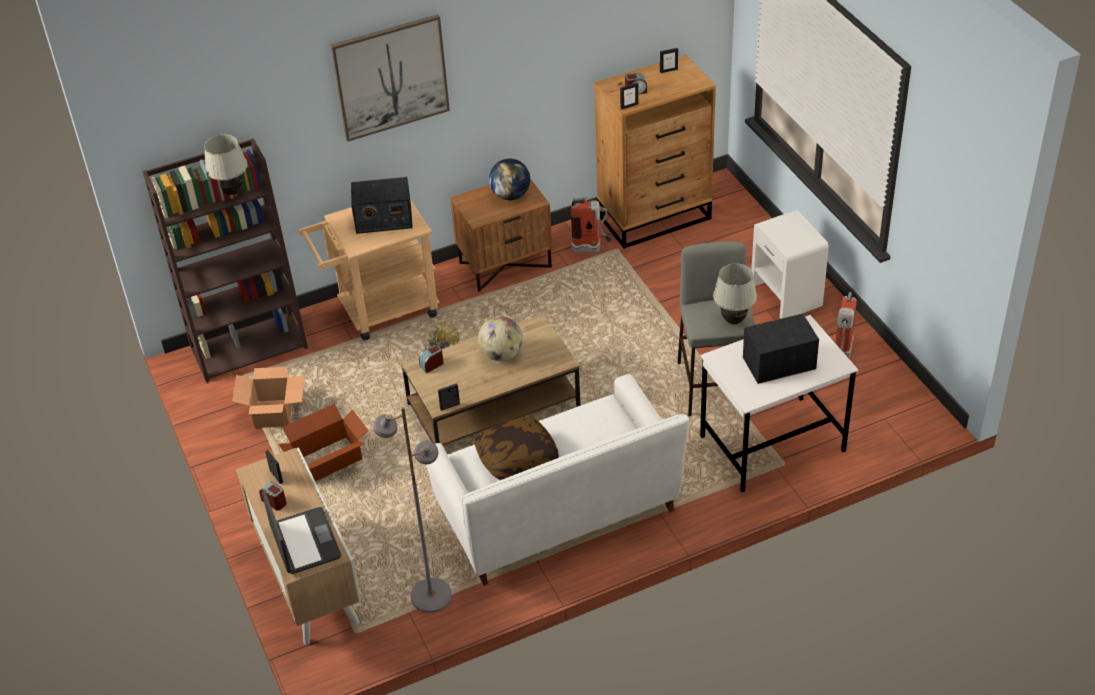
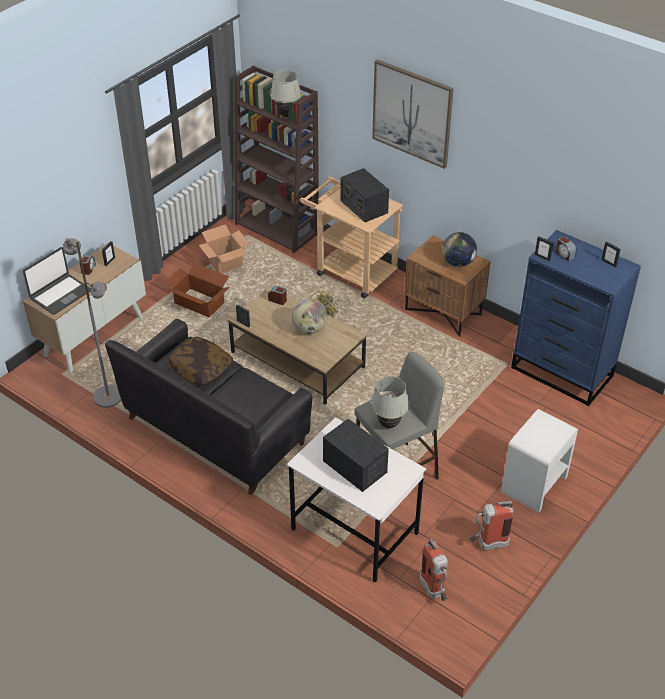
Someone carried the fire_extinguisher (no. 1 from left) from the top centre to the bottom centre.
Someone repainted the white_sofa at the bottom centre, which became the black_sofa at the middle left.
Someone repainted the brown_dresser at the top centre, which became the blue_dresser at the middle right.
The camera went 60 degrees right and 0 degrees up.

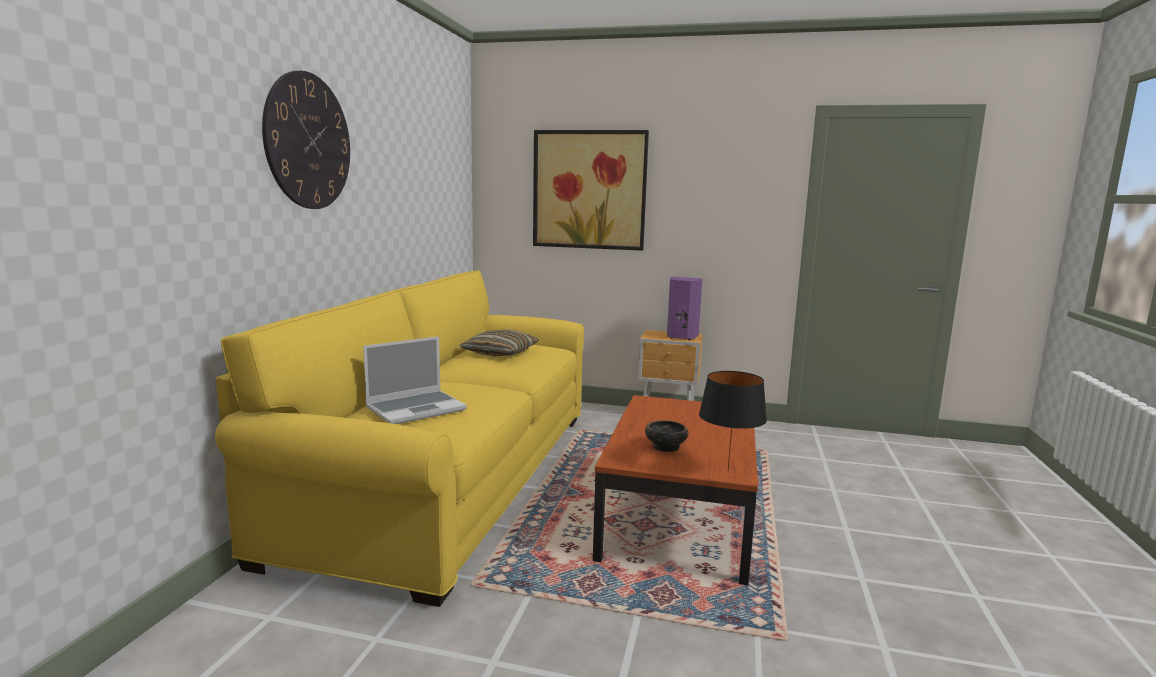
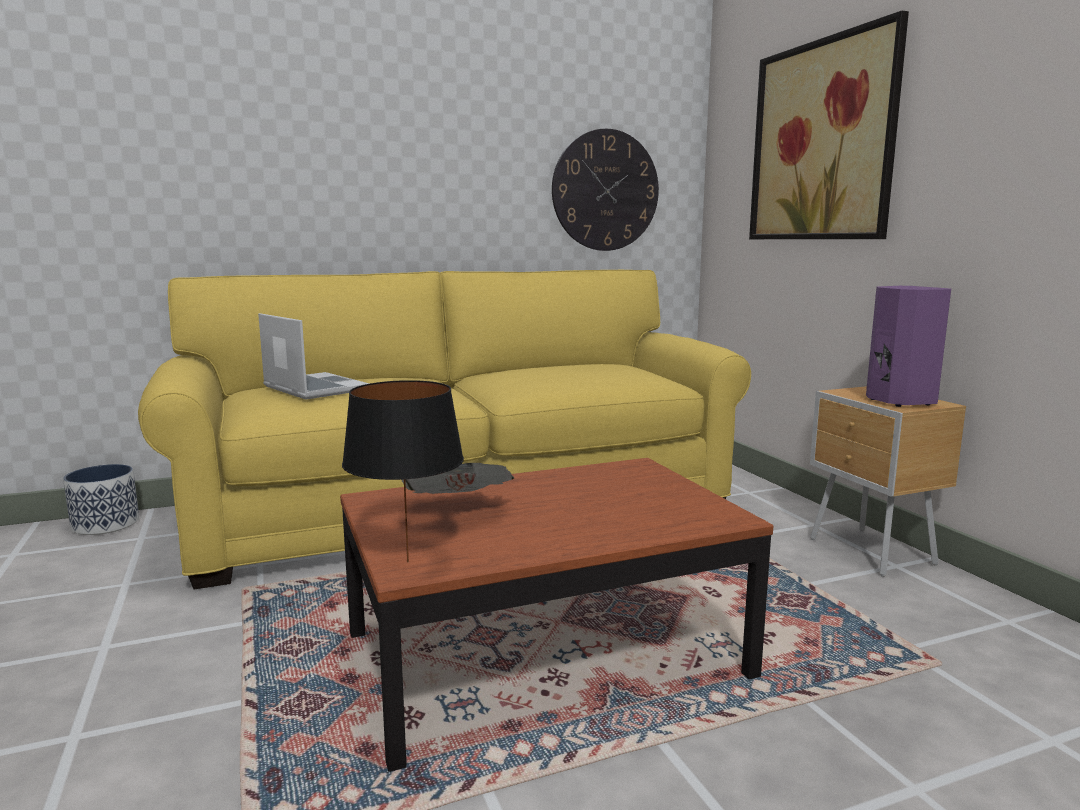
Someone took away the pillow at the centre.
Someone put down the planter at the middle left.
Someone carried the wall_clock from the top left to the top centre.
Someone swapped the bowl at the centre for the newspaper at the centre.
Someone rotated the laptop at the centre by 150 degrees counterclockwise.
The camera went 55 degrees right and 0 degrees up.

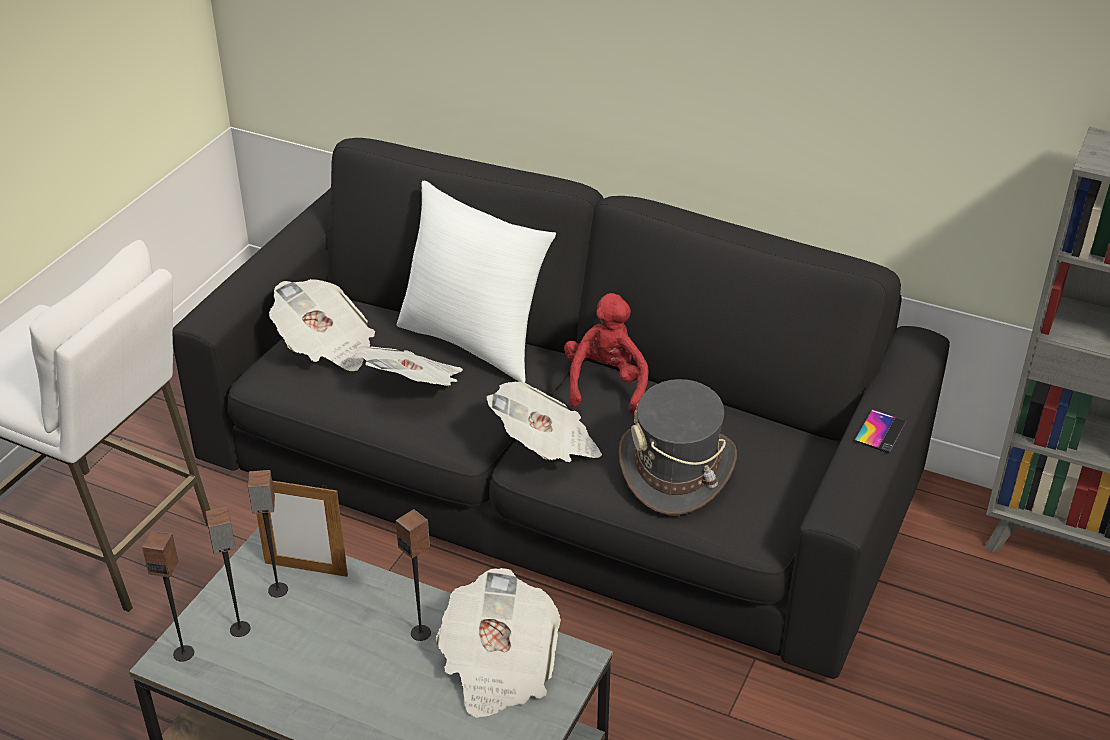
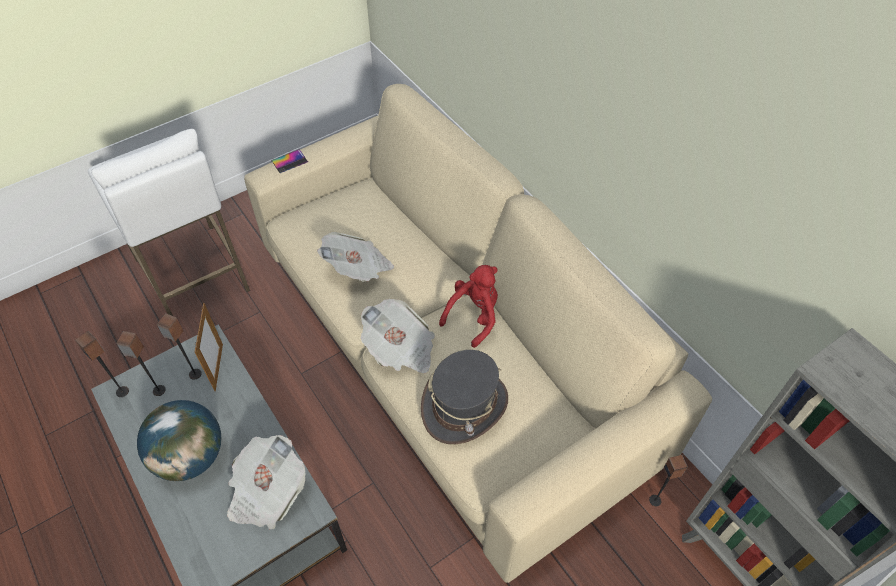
Someone took away the newspaper (no. 1 from left) at the middle left.
Someone took away the white_pillow at the centre.
Someone put down the globe at the bottom left.
Someone carried the speaker (no. 4 from left) from the bottom centre to the bottom right.
Someone carried the phone from the middle right to the top left.
Someone repainted the black_sofa at the centre, which became the beige_sofa at the centre.
Someone rotated the picture_frame at the bottom left by 135 degrees counterclockwise.
The camera went 30 degrees right and 15 degrees up.

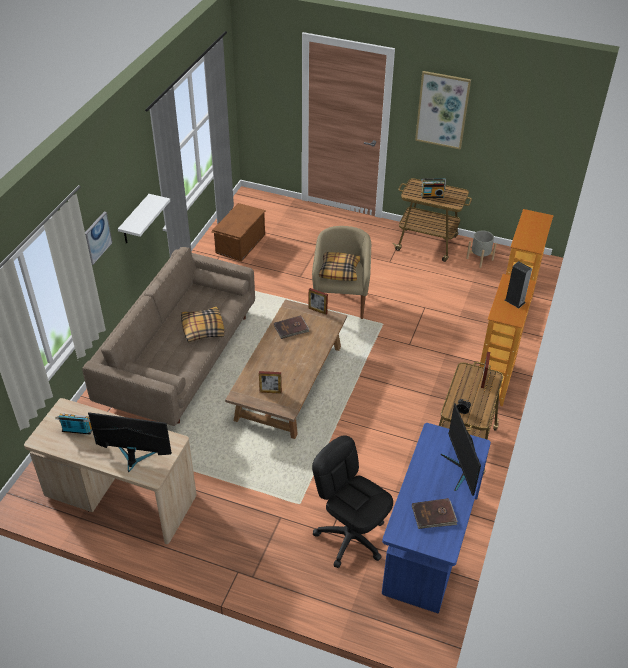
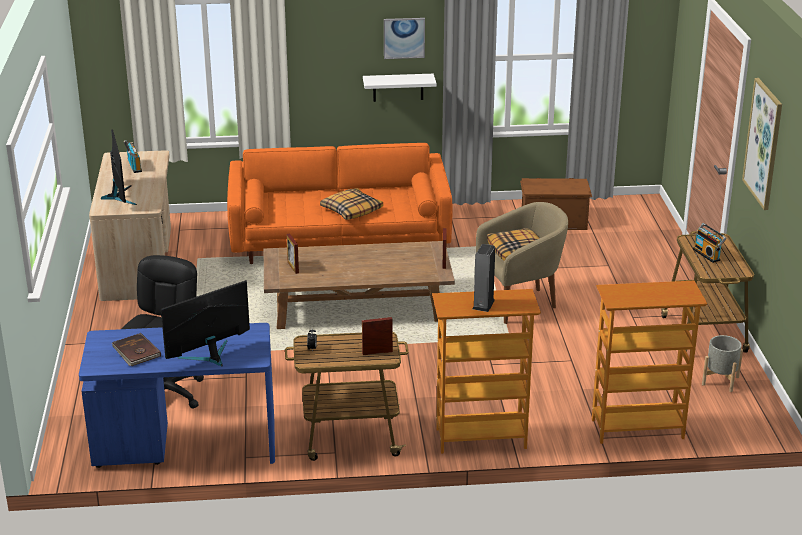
Someone took away the brown_book (no. 1 from left) at the centre.
Someone carried the picture (no. 1 from left) from the middle left to the top centre.
Someone repainted the beige_sofa at the middle left, which became the orange_sofa at the centre.
The camera went 65 degrees right and 15 degrees down.

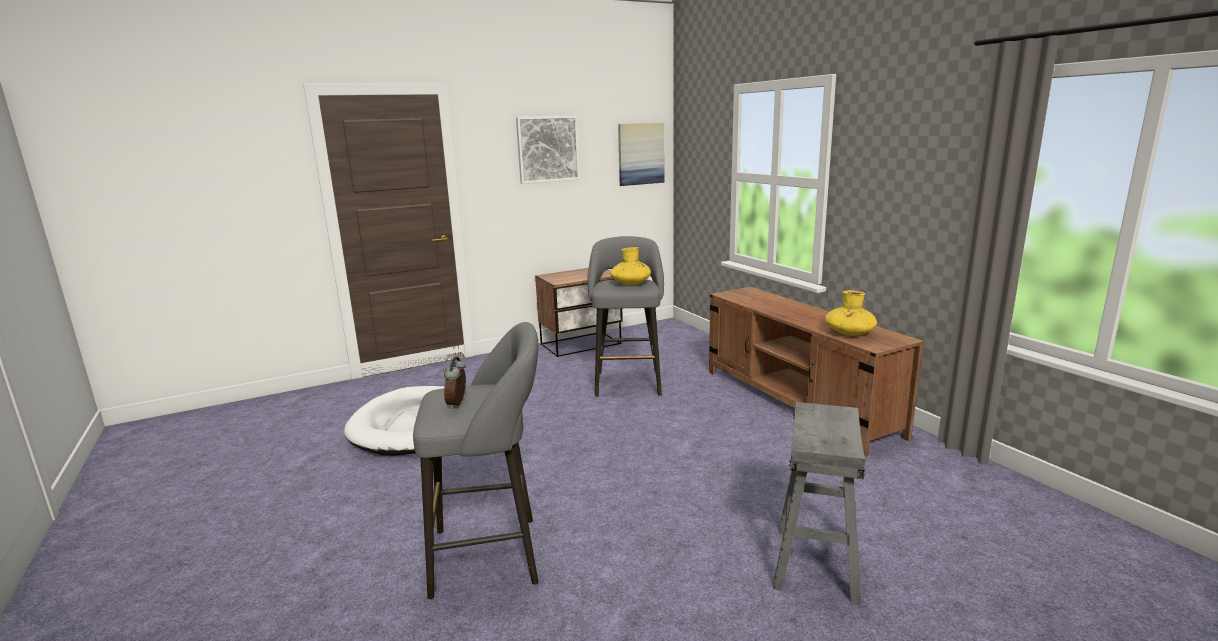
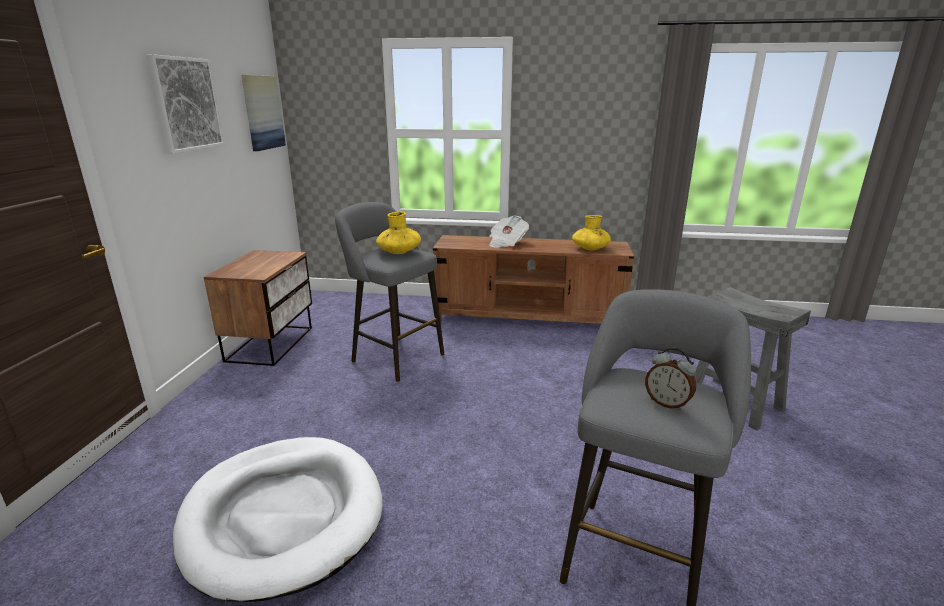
Someone put down the newspaper at the centre.
The camera went 55 degrees left and 5 degrees up.

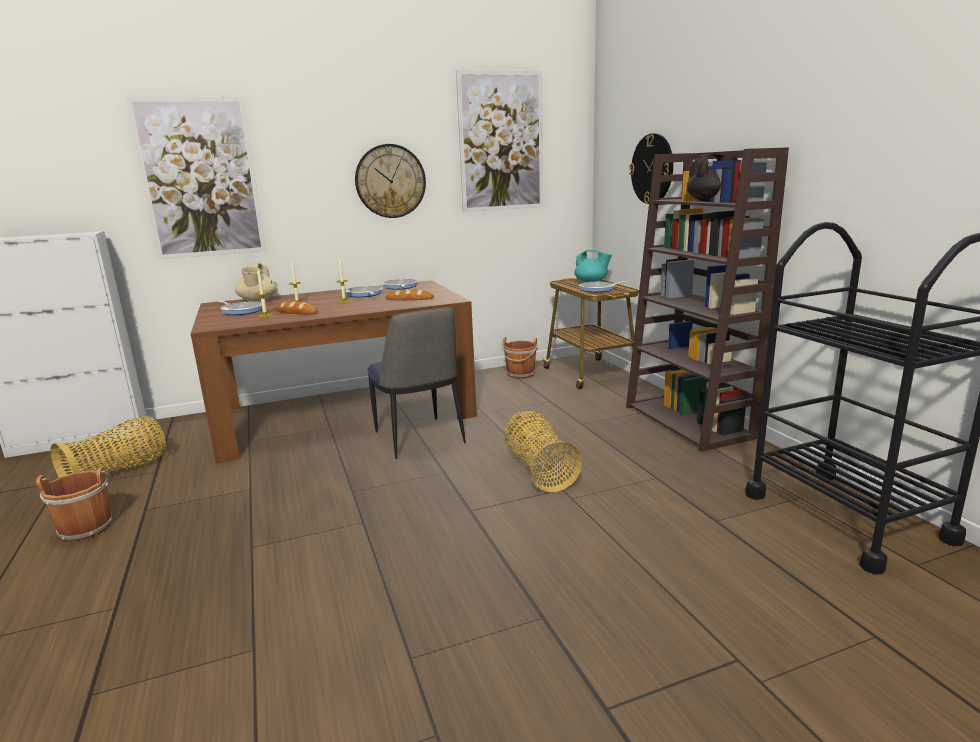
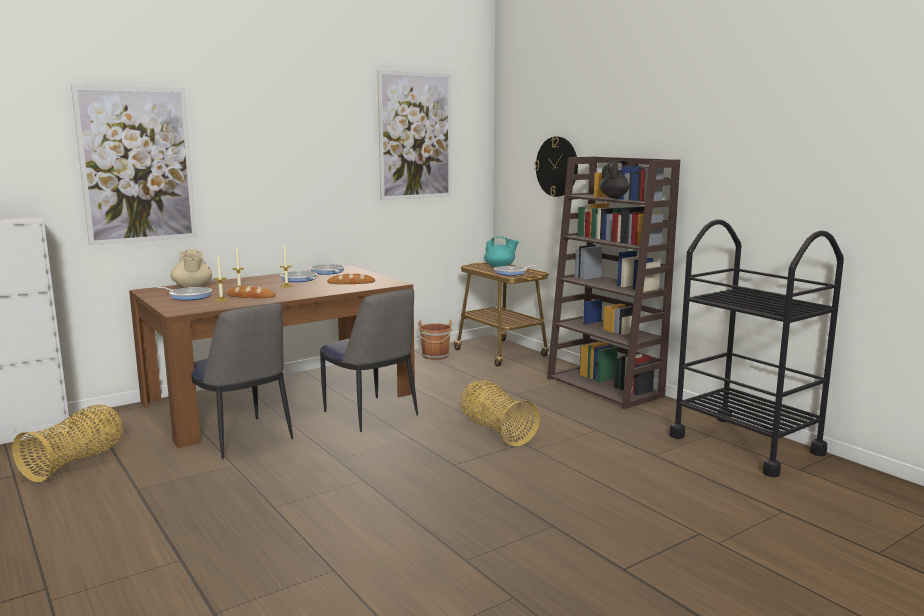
Someone took away the brown_bucket (no. 1 from left) at the bottom left.
Someone took away the wall_clock (no. 1 from left) at the top centre.
Someone put down the chair (no. 1 from left) at the middle left.
The camera went 15 degrees left and 5 degrees down.

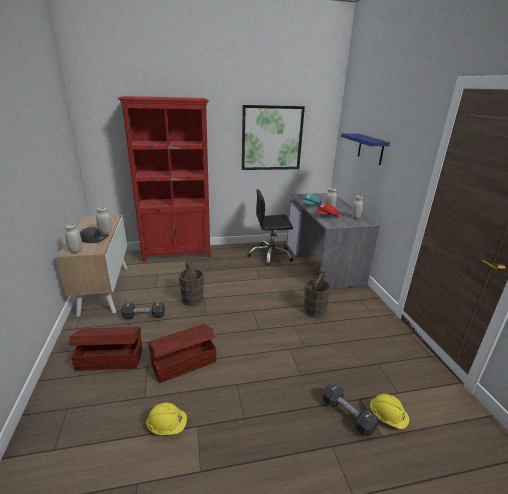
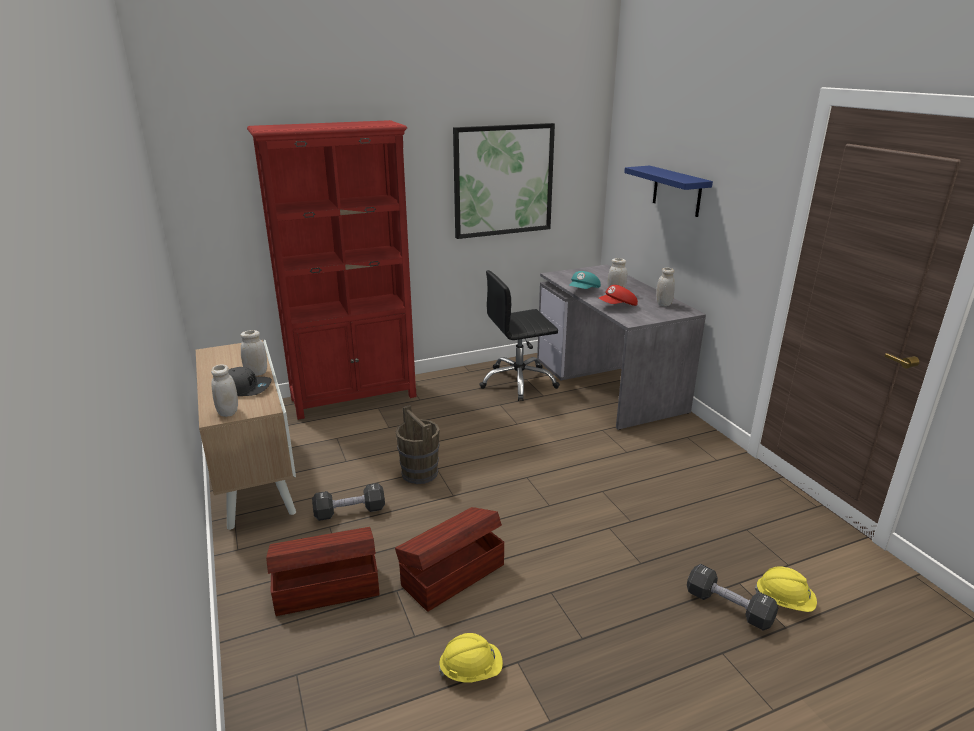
Someone took away the brown_bucket (no. 2 from left) at the centre.
The camera went 10 degrees left and 0 degrees up.

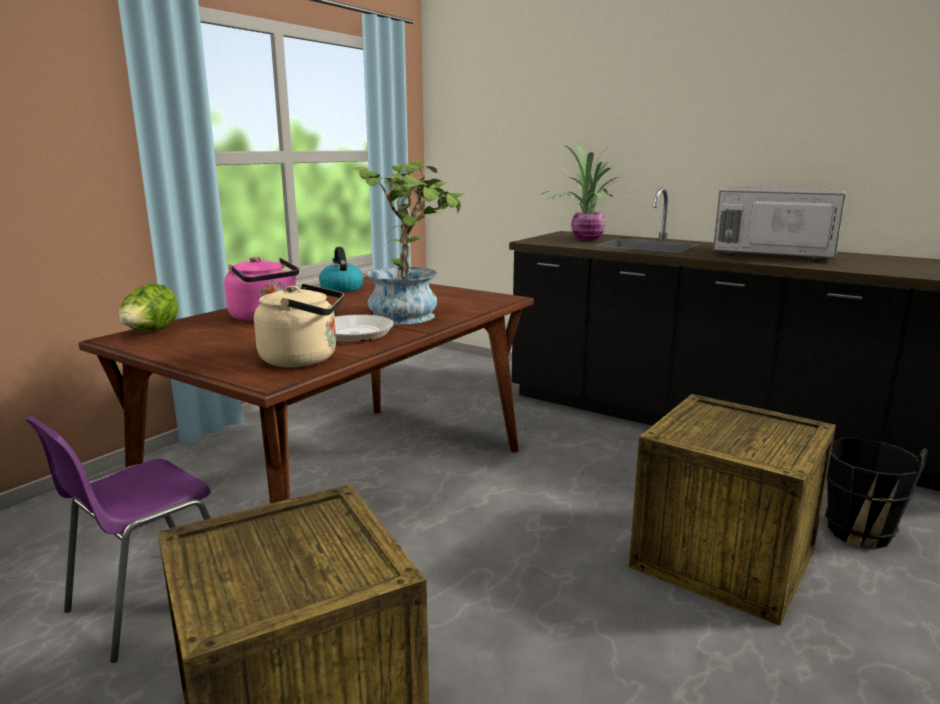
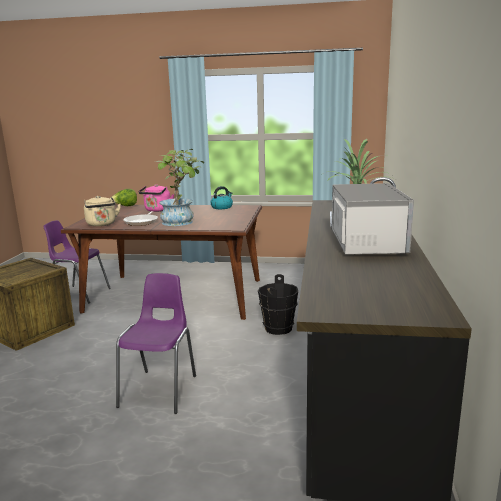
Someone carried the black_bucket from the bottom right to the centre.
Someone swapped the crate (no. 2 from left) at the bottom right for the purple_chair (no. 2 from left) at the bottom left.
The camera went 65 degrees right and 0 degrees up.

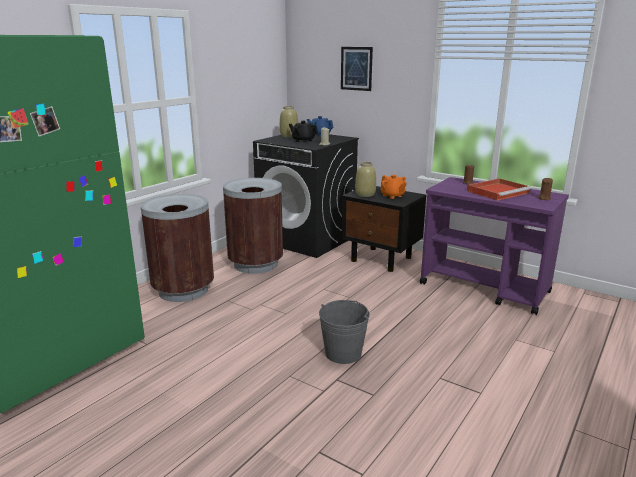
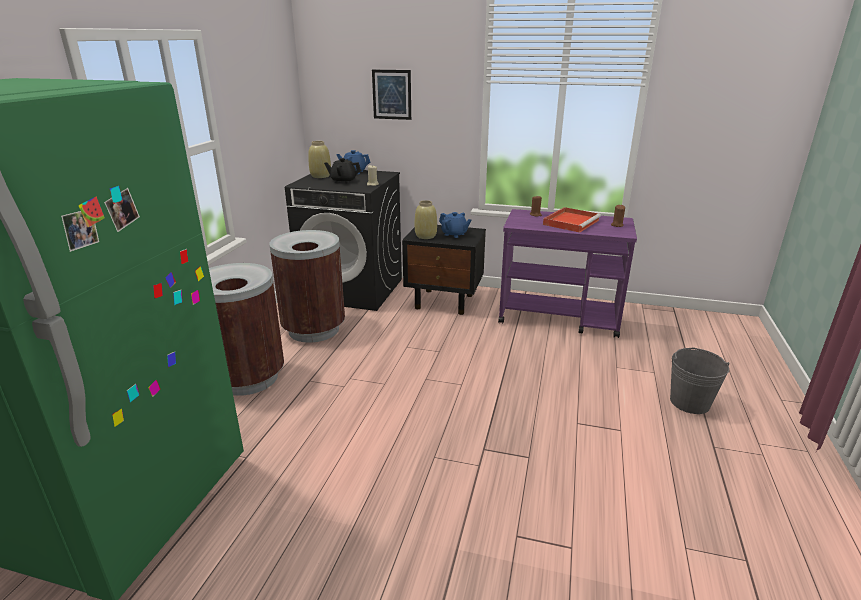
Someone carried the grey_bucket from the bottom centre to the middle right.
Someone repainted the orange_teapot at the centre, which became the blue_teapot (no. 2 from left) at the centre.
The camera went 20 degrees left and 5 degrees up.

